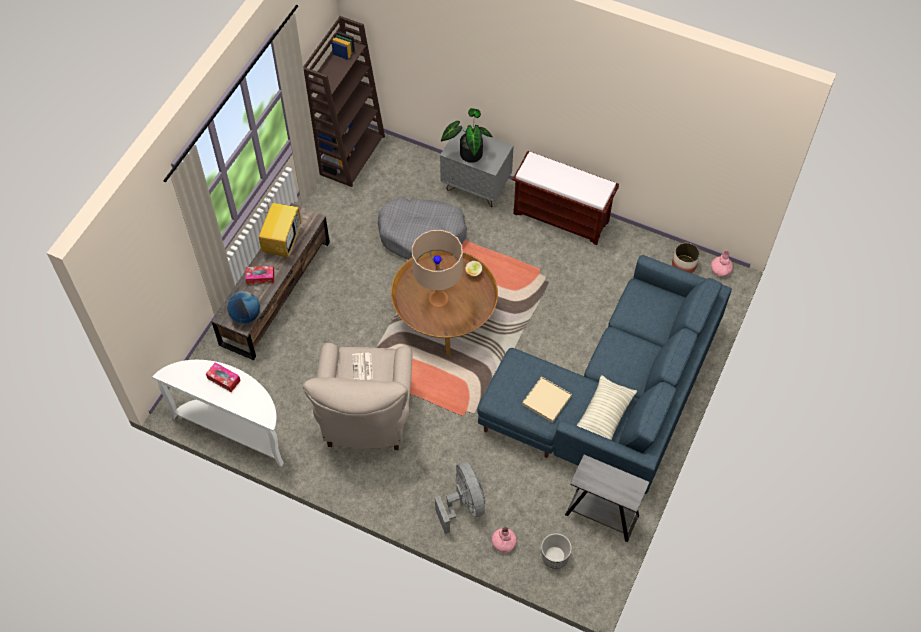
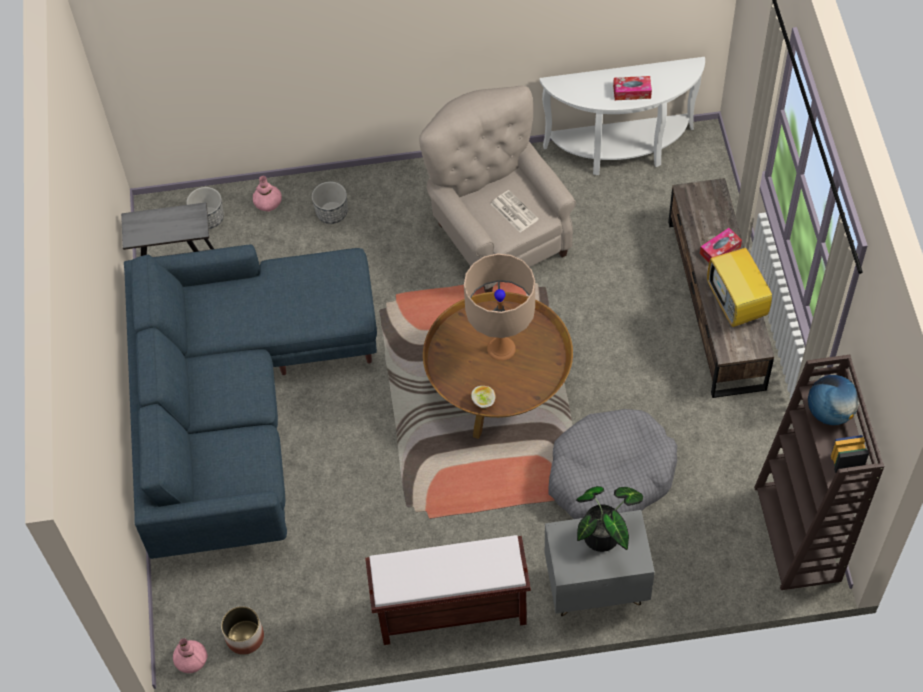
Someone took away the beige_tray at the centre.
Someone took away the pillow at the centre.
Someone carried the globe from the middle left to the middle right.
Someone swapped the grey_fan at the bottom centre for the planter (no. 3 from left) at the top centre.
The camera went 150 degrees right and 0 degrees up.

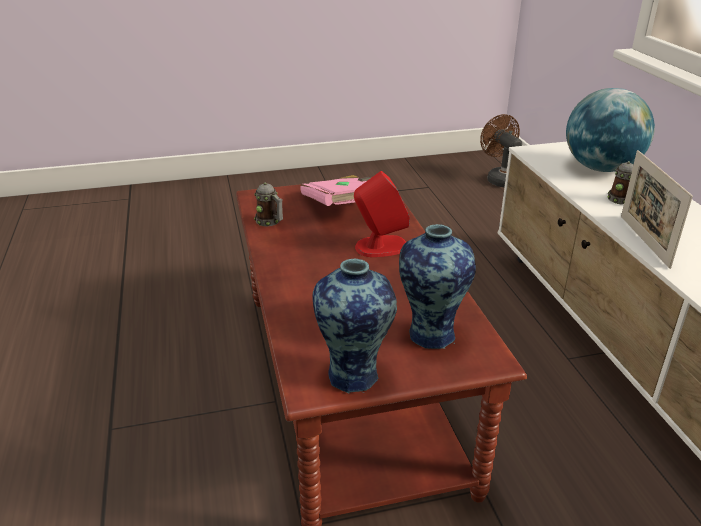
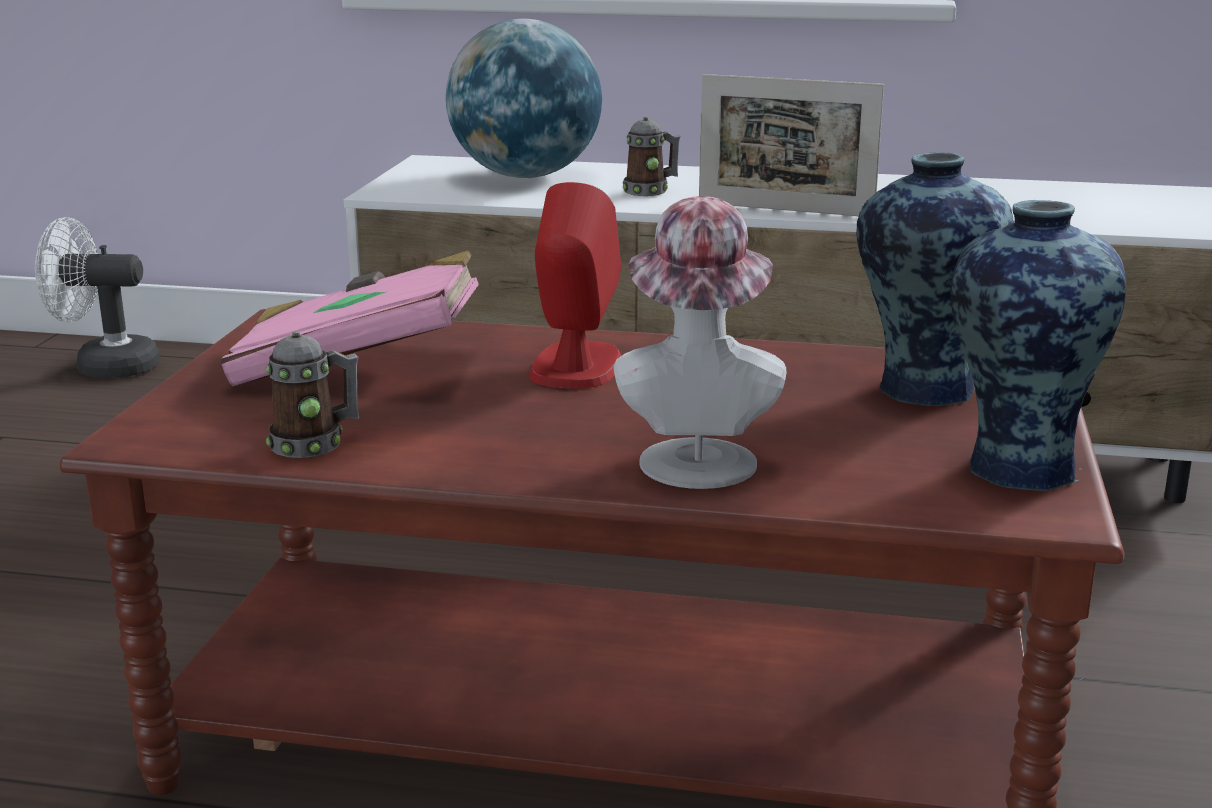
Someone put down the hat at the centre.
Someone repainted the brown_fan at the top right, which became the white_fan at the middle left.
The camera went 65 degrees left and 10 degrees down.

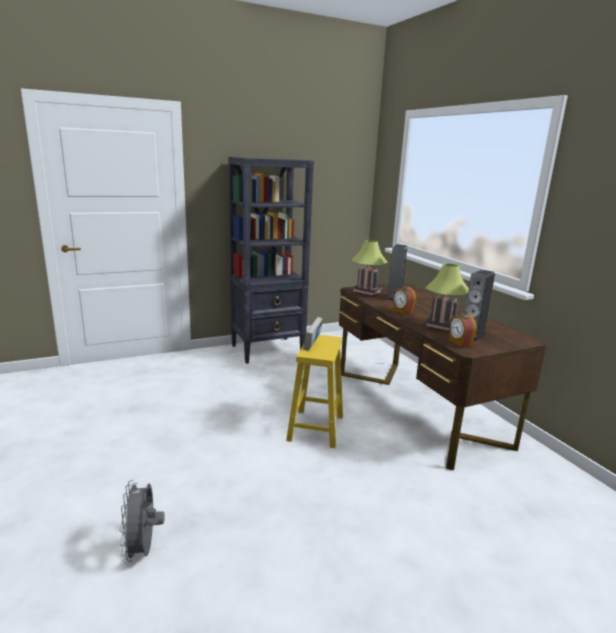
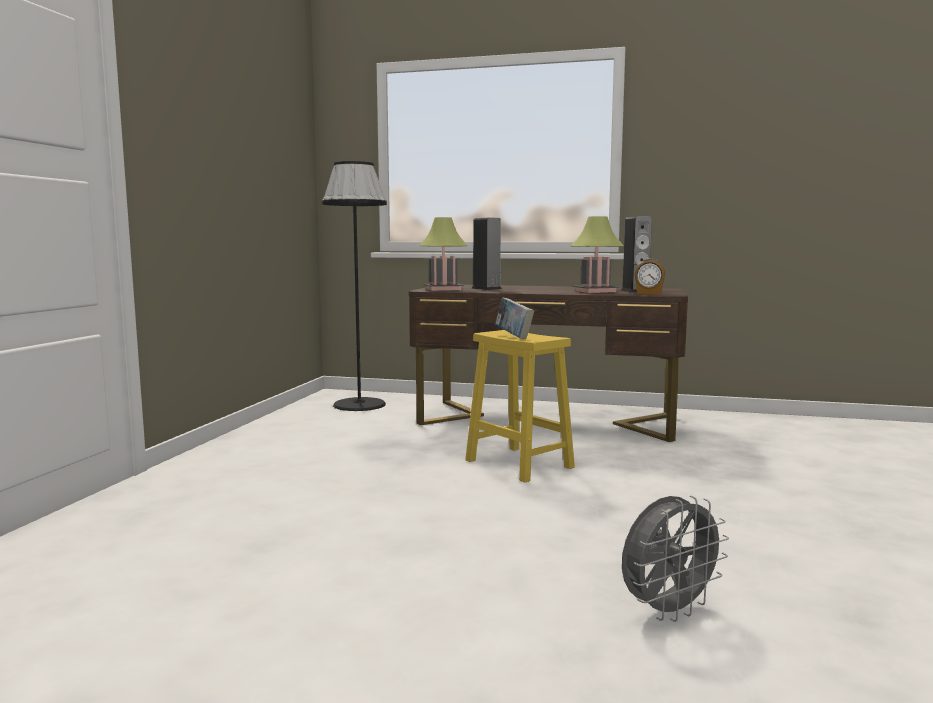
Someone took away the black_bookcase at the centre.
Someone took away the alarm_clock (no. 1 from left) at the centre.
Someone put down the black_floor_lamp at the centre.
Someone rotated the grey_fan at the bottom left by 60 degrees counterclockwise.
The camera went 50 degrees left and 10 degrees down.

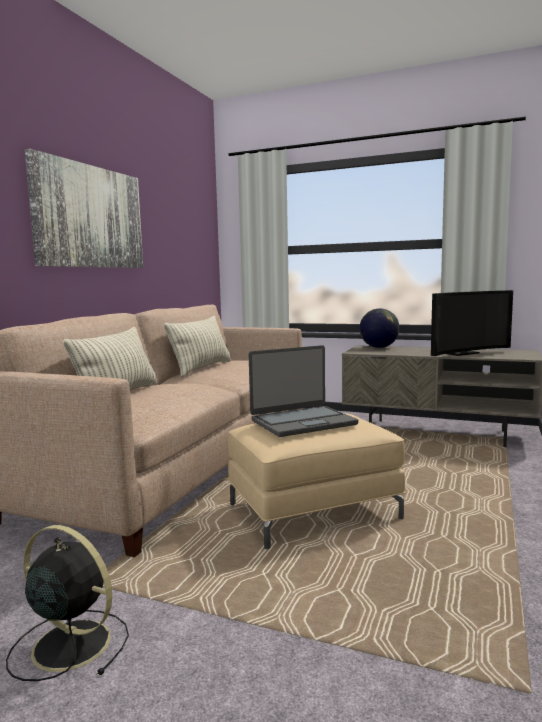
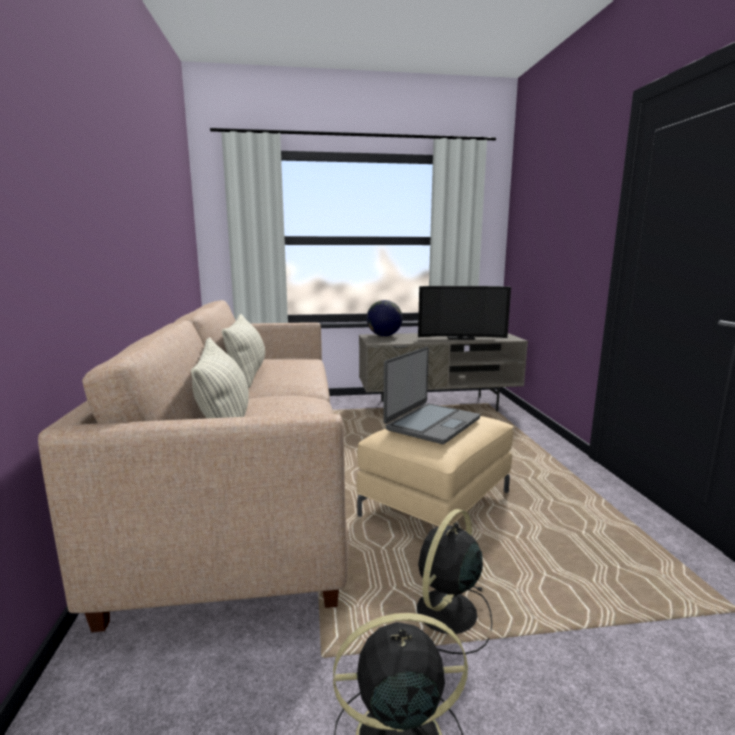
Someone took away the picture at the top left.
Someone put down the black_fan (no. 2 from left) at the bottom centre.
Someone rotated the television at the middle right by 60 degrees clockwise.
The camera went 30 degrees left and 5 degrees up.

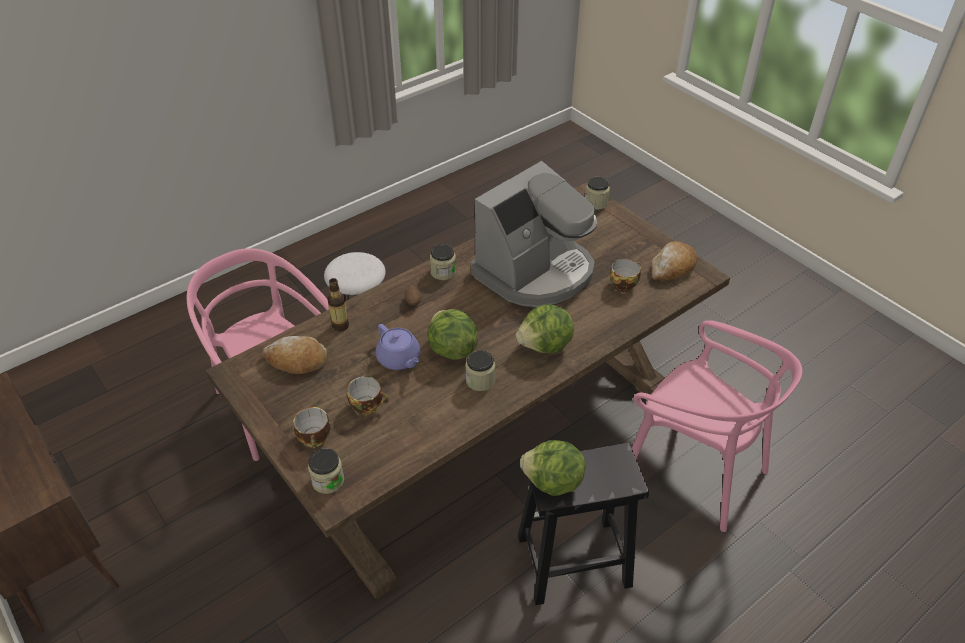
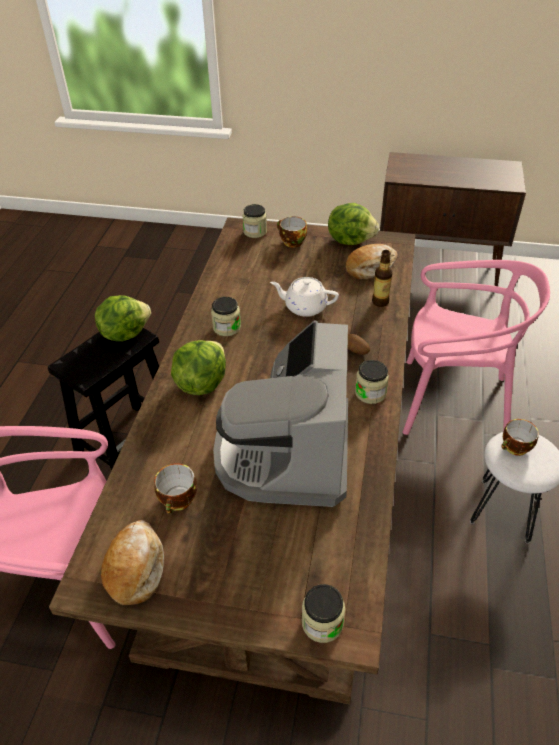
Someone carried the cup (no. 2 from left in the first image) from the centre to the middle right.
Someone carried the lettuce (no. 1 from left in the first image) from the centre to the top centre.
Someone repainted the purple_teapot at the centre, which became the white_teapot at the centre.
The camera went 140 degrees right and 0 degrees up.

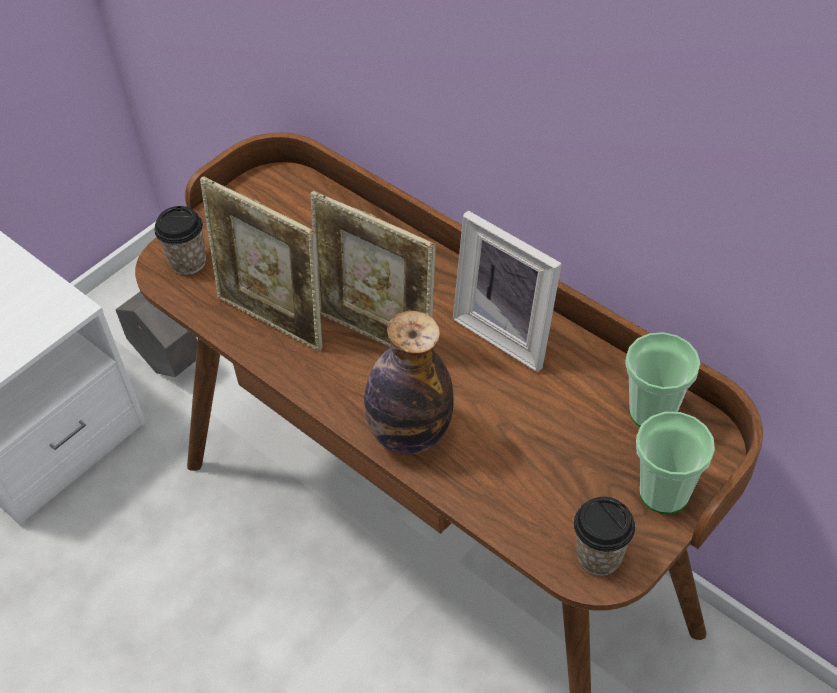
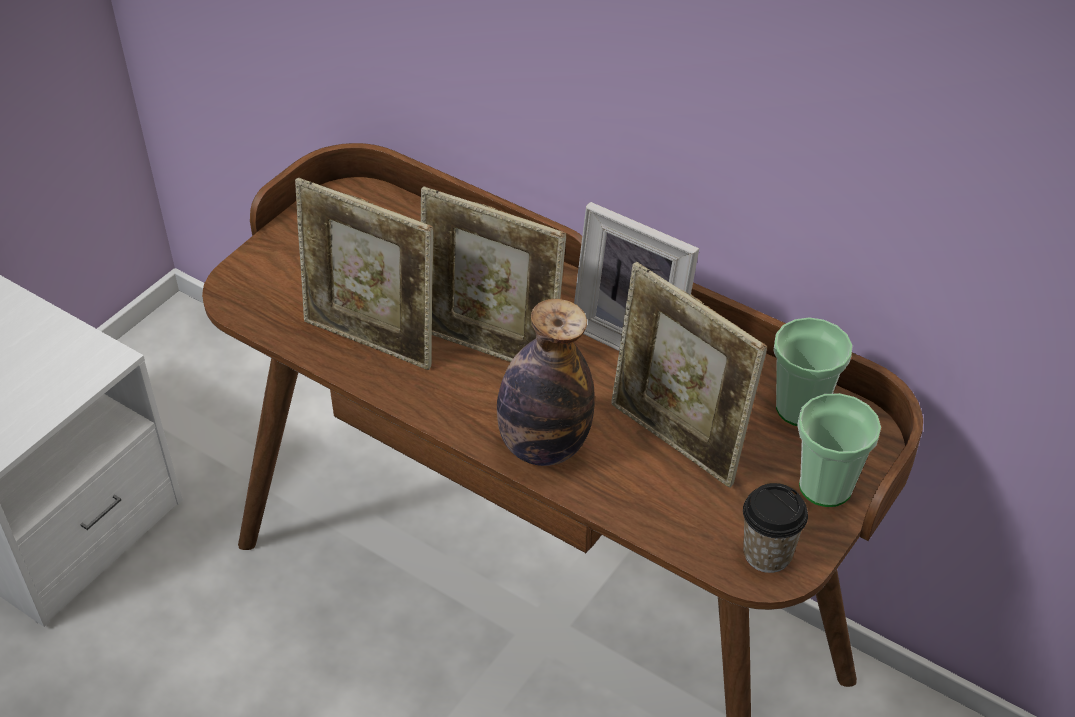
Someone took away the grey_planter at the middle left.
Someone took away the cup (no. 1 from left) at the middle left.
Someone put down the picture_frame (no. 4 from left) at the centre.
The camera went 10 degrees left and 5 degrees down.

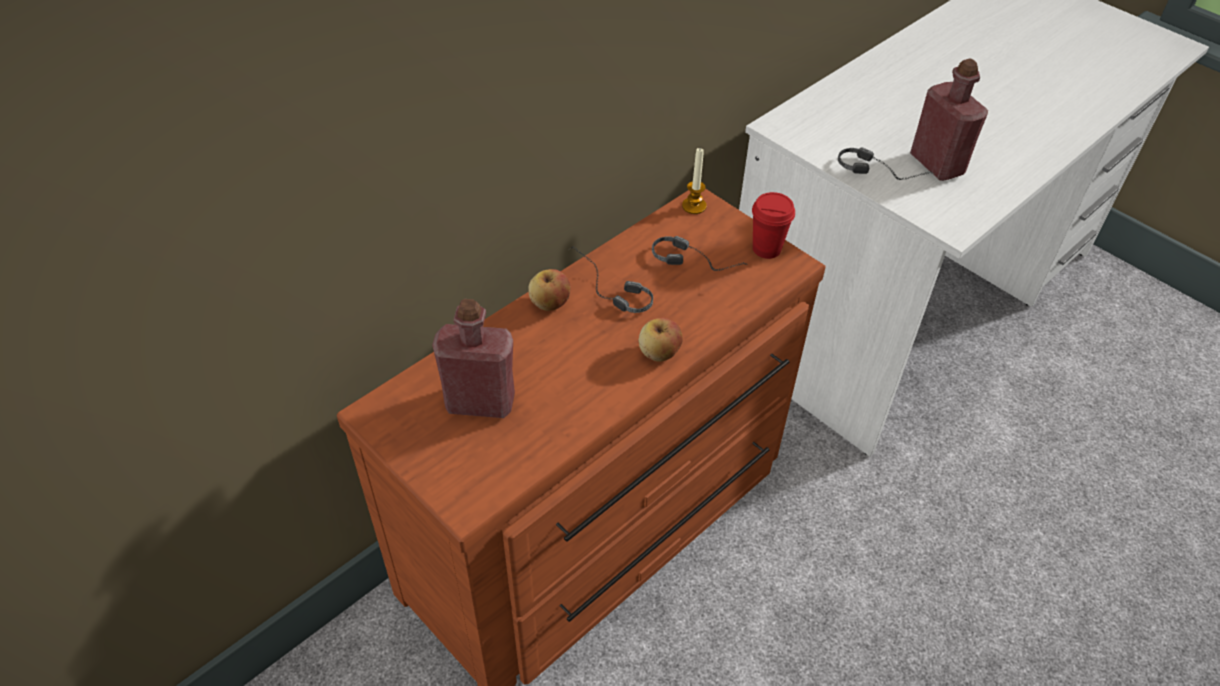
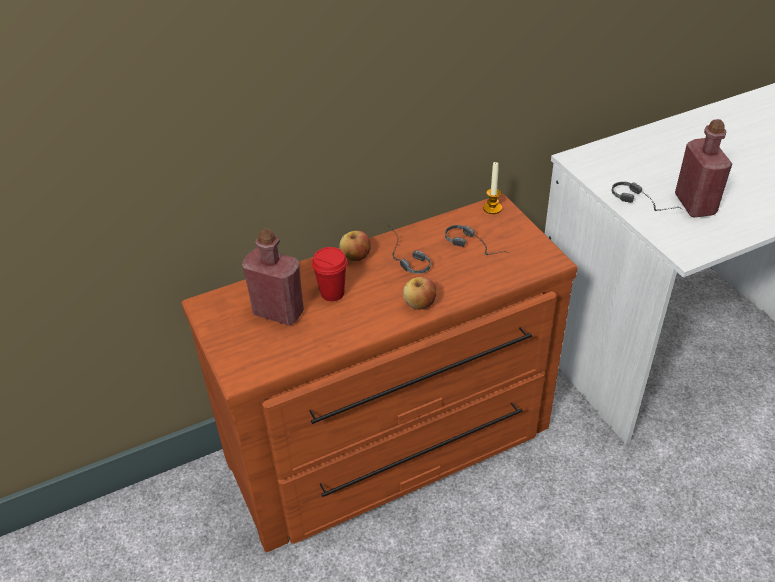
Someone carried the red_cup from the top centre to the centre.
The camera went 20 degrees right and 5 degrees down.

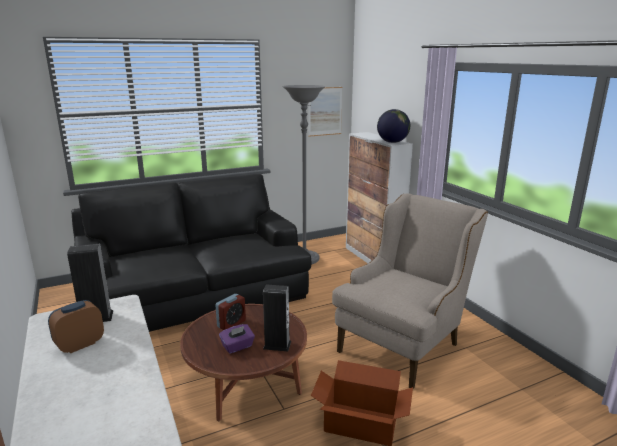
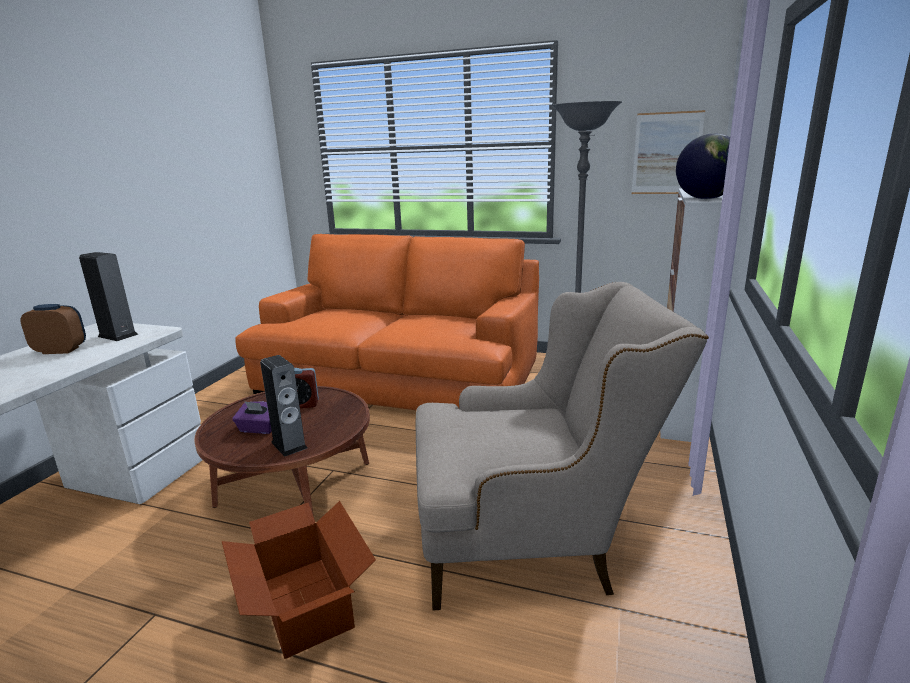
Someone repainted the black_sofa at the middle left, which became the orange_sofa at the centre.
The camera went 45 degrees right and 0 degrees up.

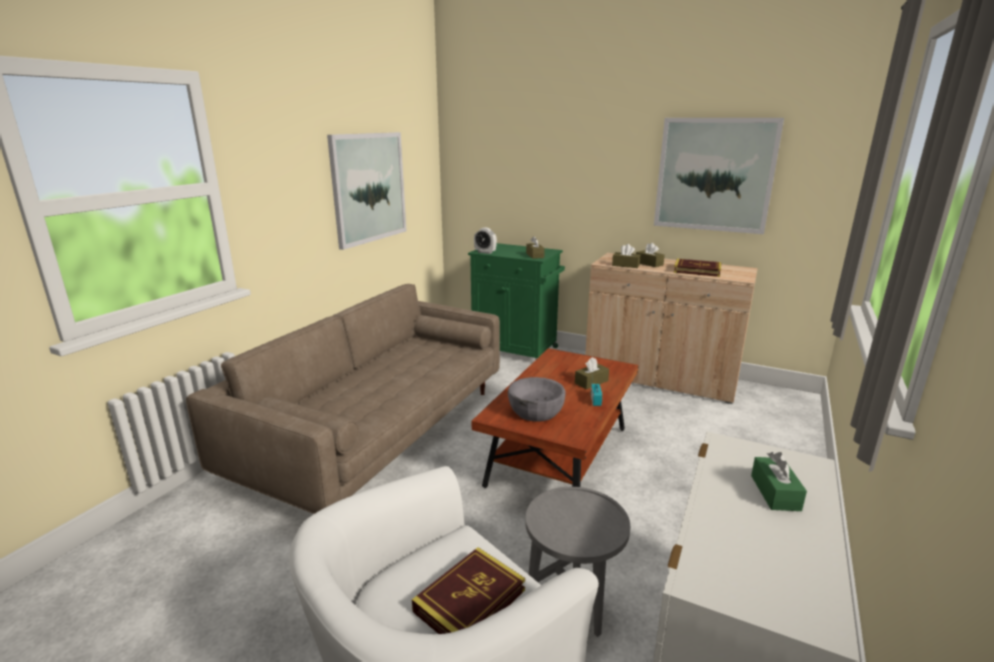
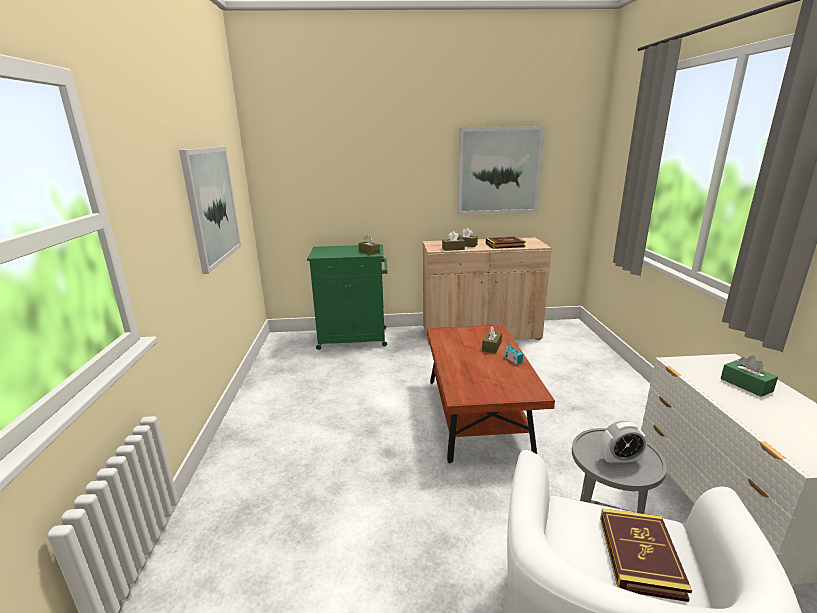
Someone took away the beige_sofa at the centre.
Someone took away the grey_bowl at the centre.
Someone carried the alarm_clock from the centre to the bottom right.
The camera went 30 degrees left and 0 degrees up.

